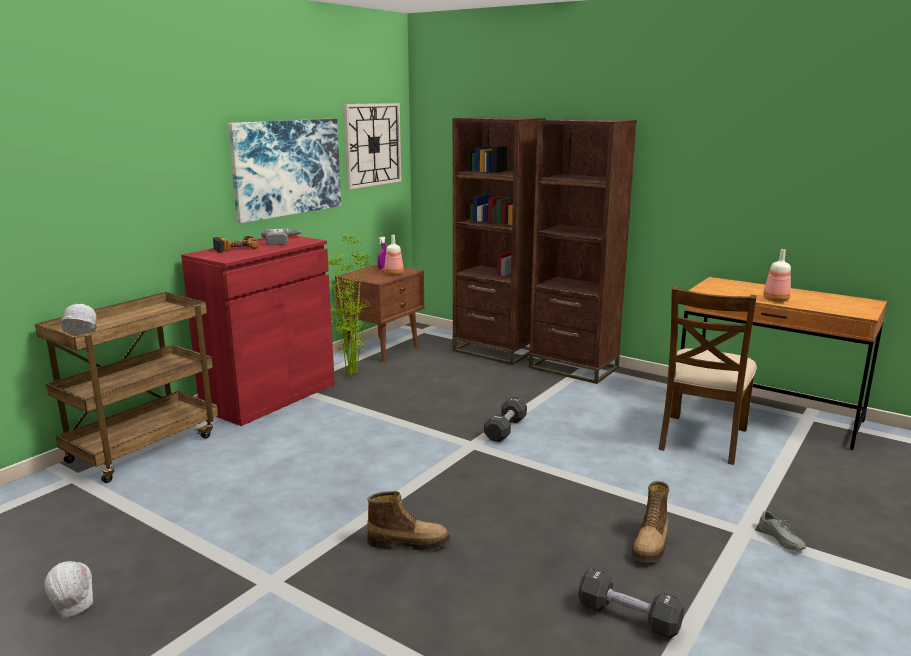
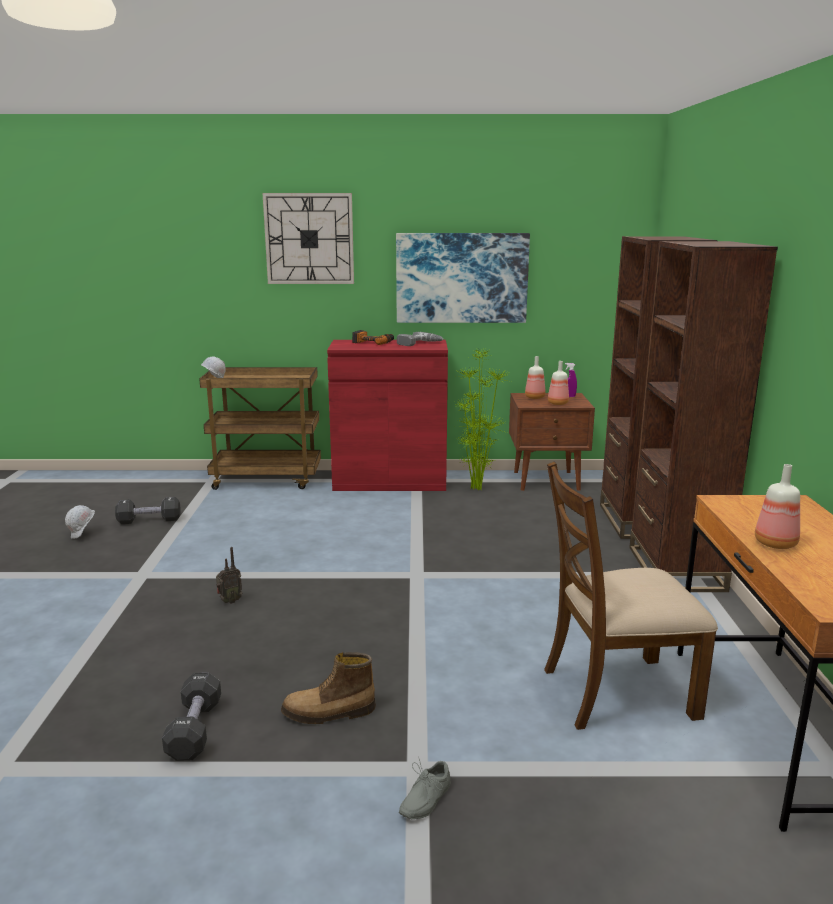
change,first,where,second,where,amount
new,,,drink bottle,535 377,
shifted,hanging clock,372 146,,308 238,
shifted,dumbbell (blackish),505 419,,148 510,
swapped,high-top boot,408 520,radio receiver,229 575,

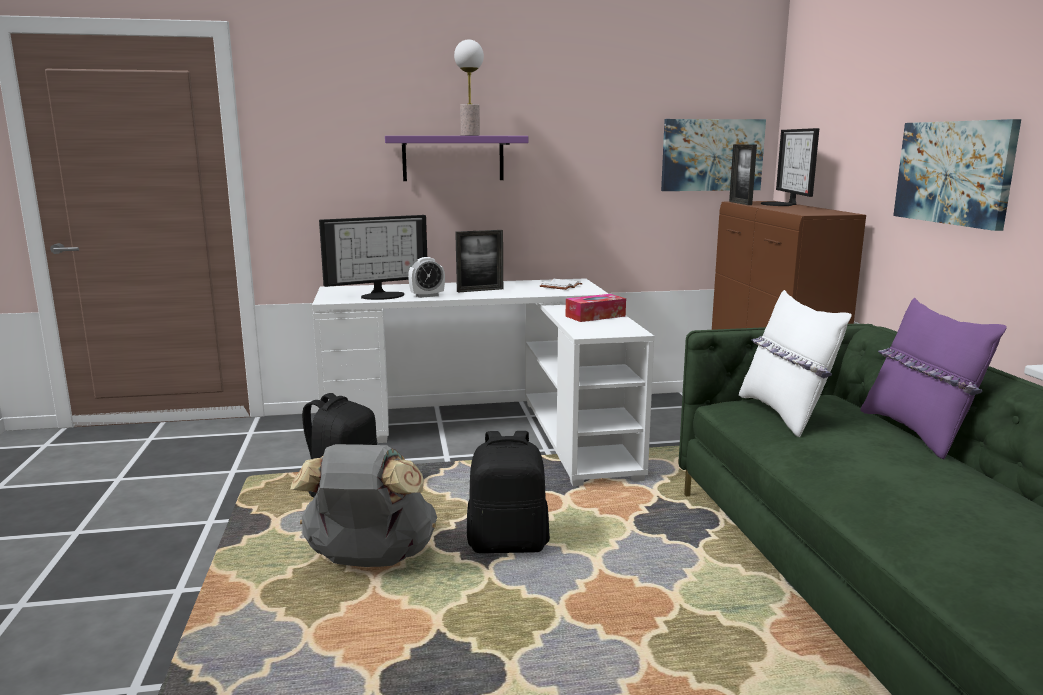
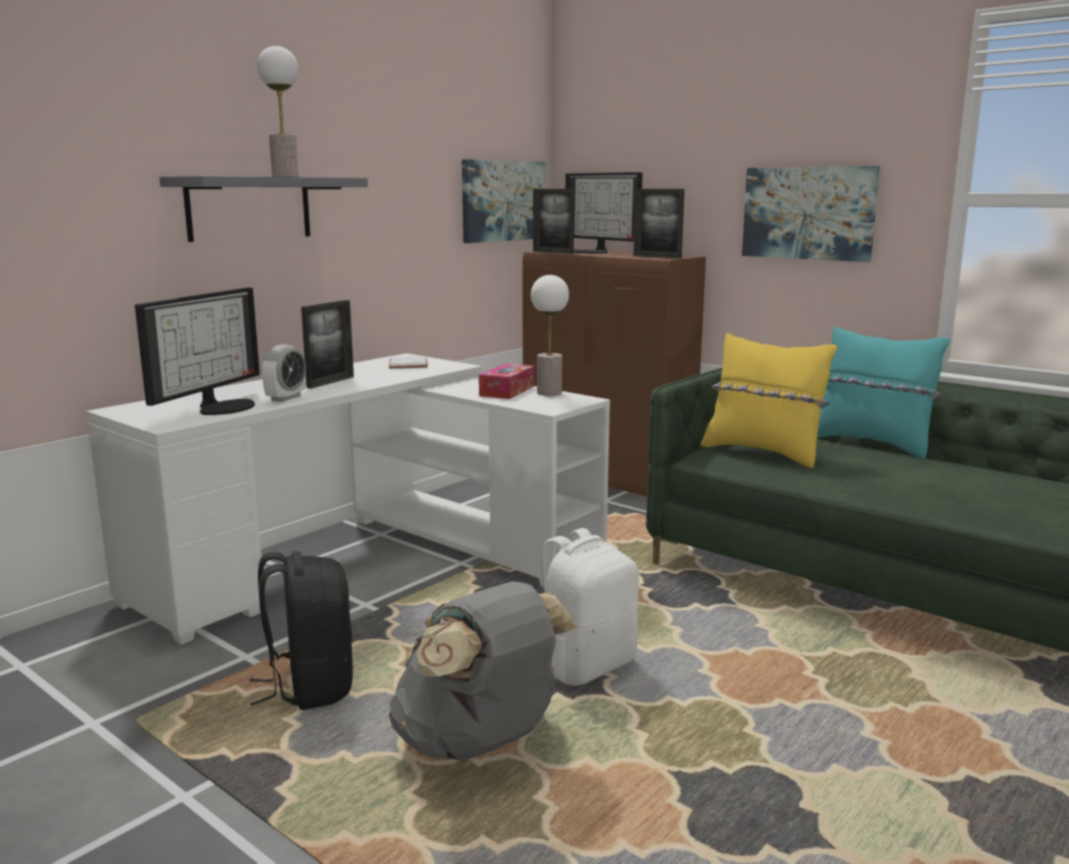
change,first,where,second,where,amount
new,,,lamp for a table,550 335,
new,,,photo frame,659 223,
repainted,bracket shelf (purple),456 158,bracket shelf (greyish),263 209,
repainted,knapsack (blackish),508 492,knapsack (white-coloured),590 607,
repainted,cushion (white-coloured),795 363,cushion (yellowish),769 400,
repainted,cushion (purple),933 379,cushion (turquoise),883 392,

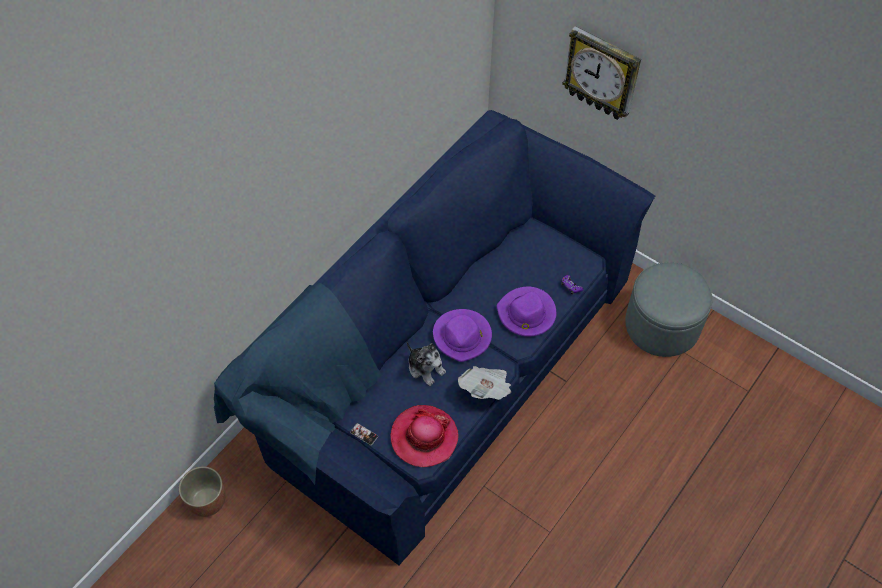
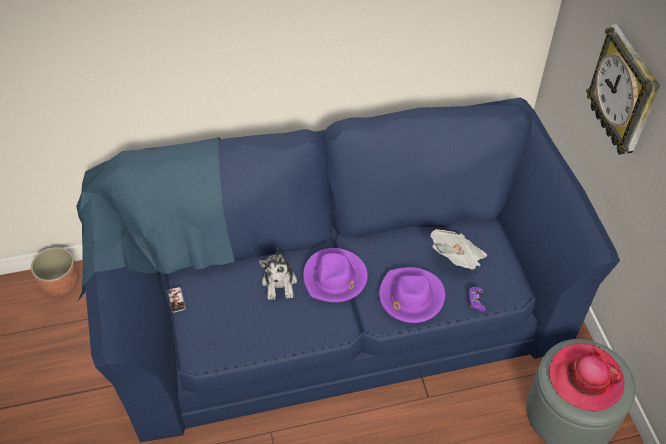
change,first,where,second,where,amount
shifted,wearable hat,424 436,,587 377,
shifted,newspaper,484 383,,458 249,

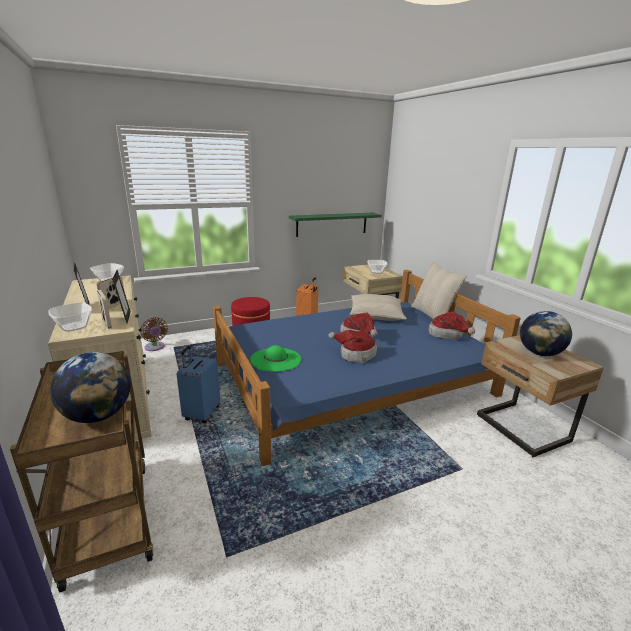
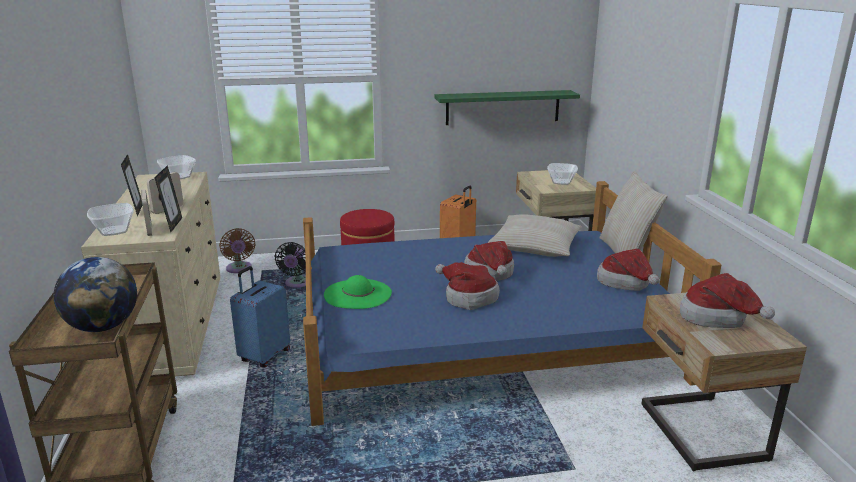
change,first,where,second,where,amount
new,,,cooling fan (blackish),290 265,
swapped,desk globe,546 333,wearable hat,727 300,

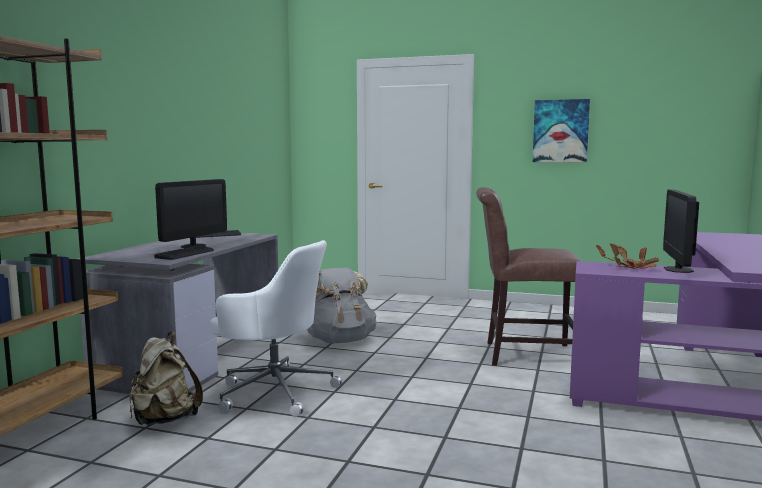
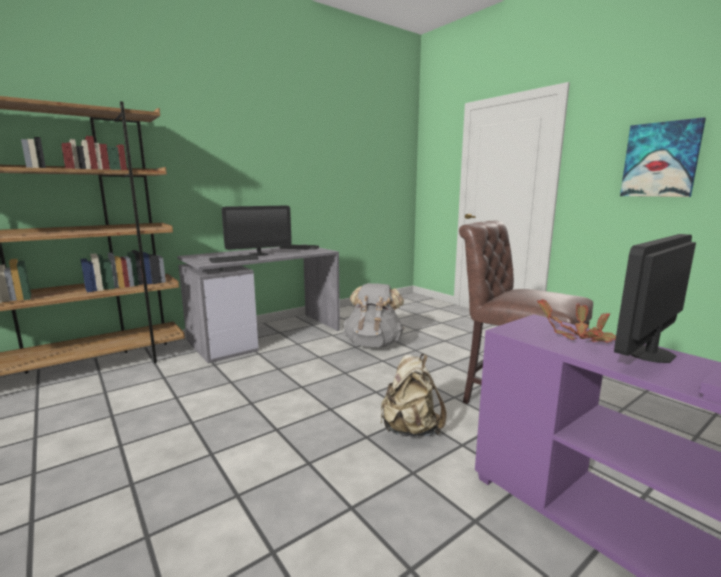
change,first,where,second,where,amount
gone,office chair (white-coloured),276 328,,,
shifted,knapsack (beige-coloured),166 378,,413 395,

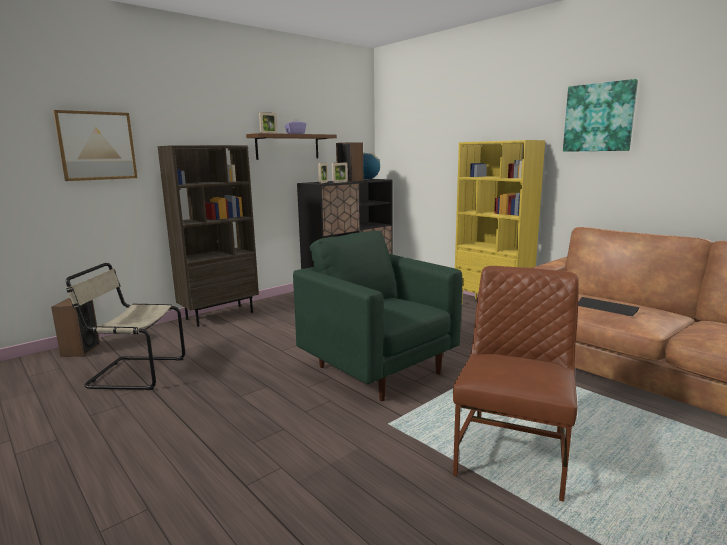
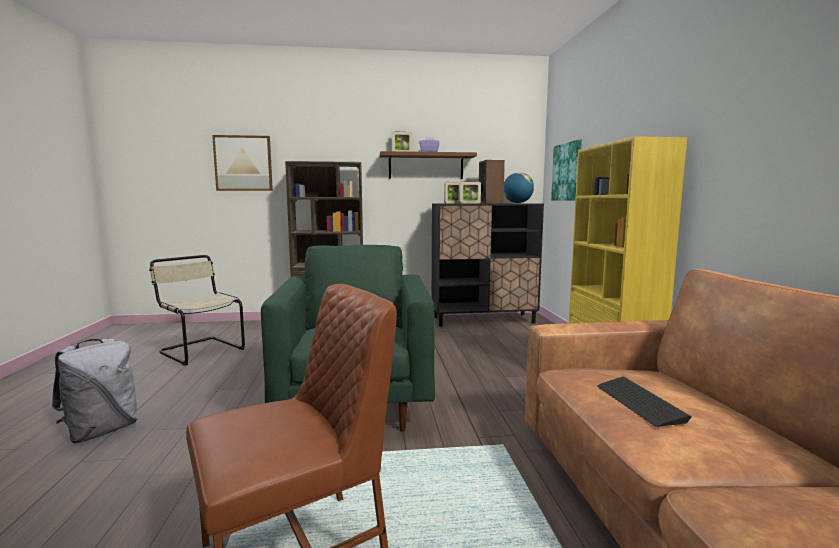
change,first,where,second,where,amount
gone,loudspeaker,75 327,,,
new,,,knapsack (greyish),94 391,
shifted,wall picture,600 115,,566 170,

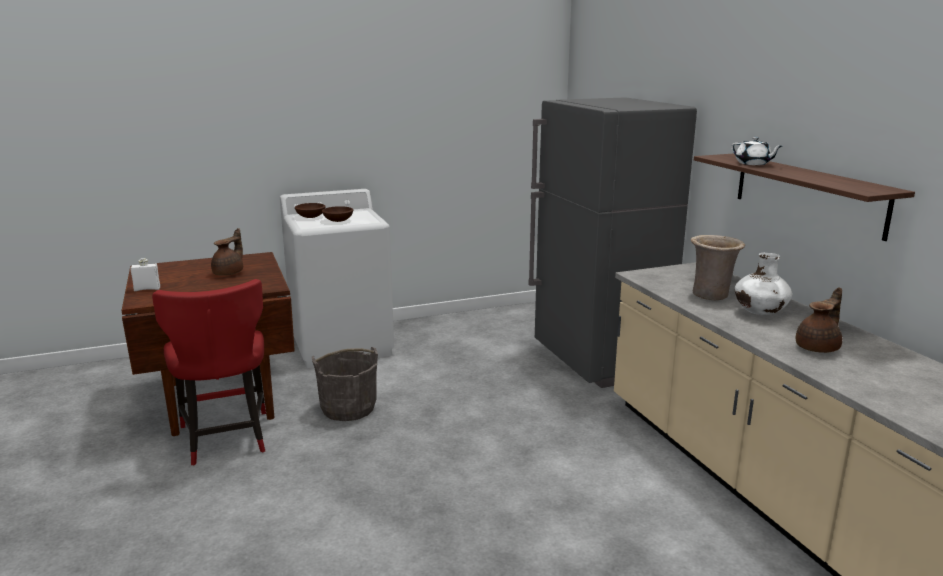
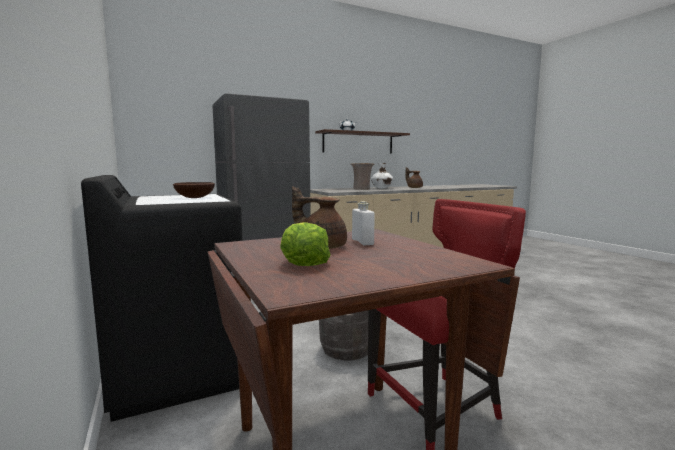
change,first,where,second,where,amount
gone,bowl (brown-coloured),310 210,,,
new,,,lettuce head,305 244,
shifted,drink bottle (white-coloured),145 274,,363 223,
repainted,laundry appliance (white-coloured),337 278,laundry appliance (blackish),162 298,

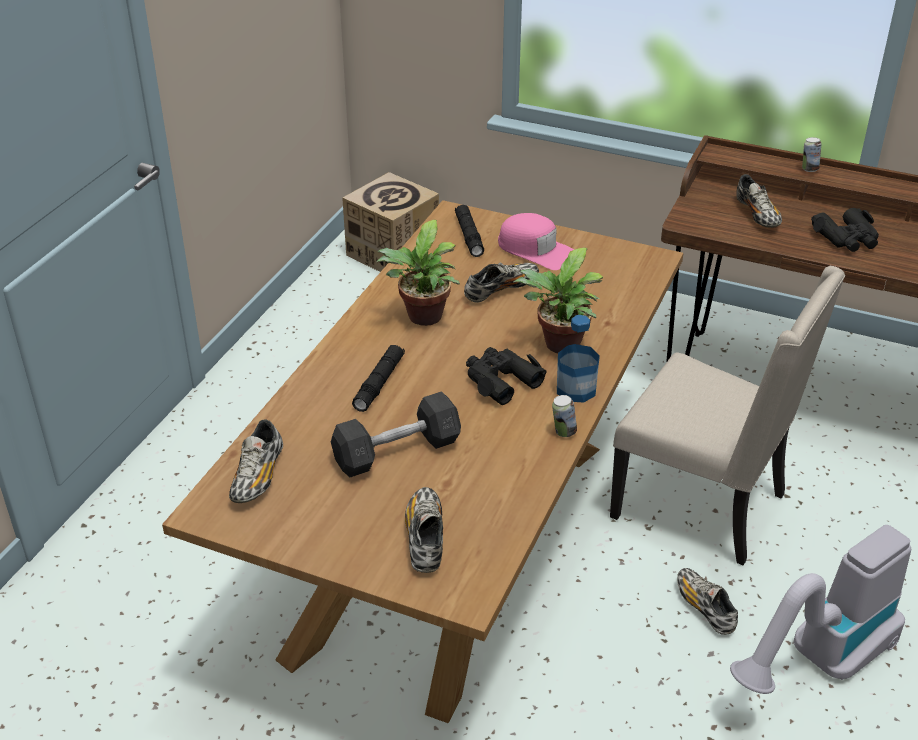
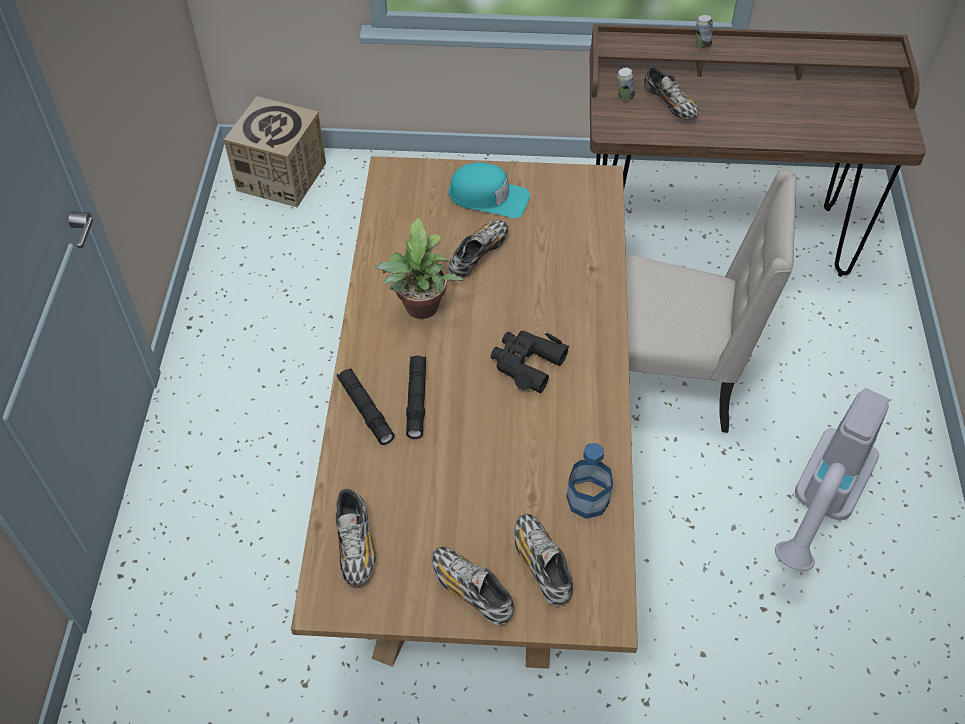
change,first,where,second,where,amount
gone,dumbbell (greyish),396 434,,,
gone,plant in a pot,558 300,,,
gone,pair of binoculars (blackish),845 230,,,
shifted,flashlight (blackish),469 231,,366 406,
shifted,metal can,564 416,,626 84,
shifted,drink bottle,578 359,,589 481,
shifted,low shoe,707 601,,472 586,
repainted,peaked cap (pink),536 241,peaked cap (turquoise),489 190,

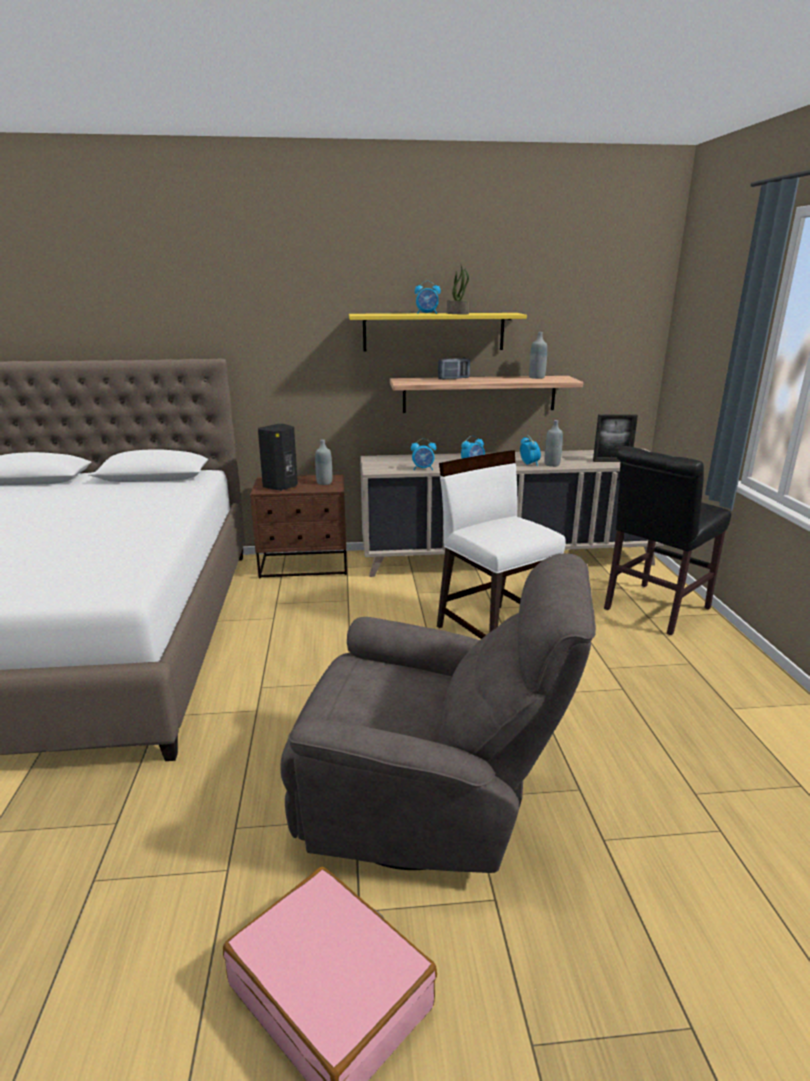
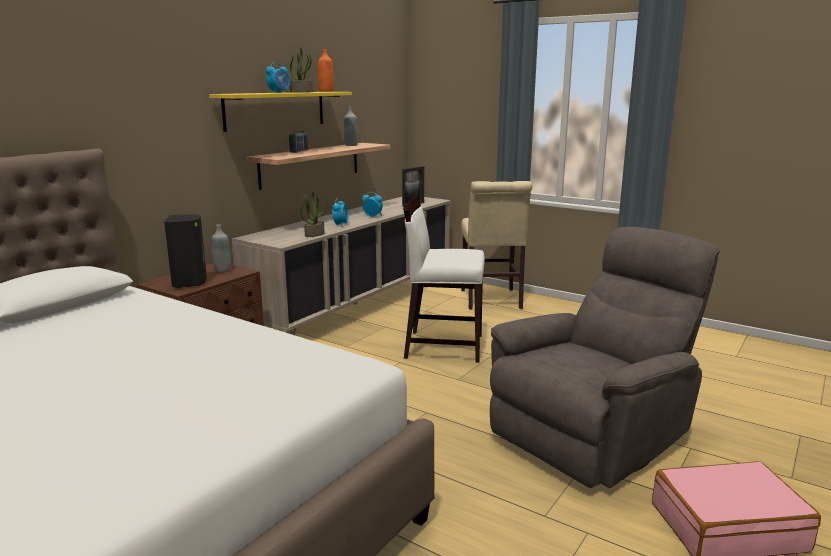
change,first,where,second,where,amount
gone,drink bottle (greyish),553 443,,,
new,,,drink bottle (orangey),326 70,
swapped,bedside clock,423 454,plant in a pot,313 214,
repainted,upright chair (blackish),667 540,upright chair (beige-coloured),496 245,

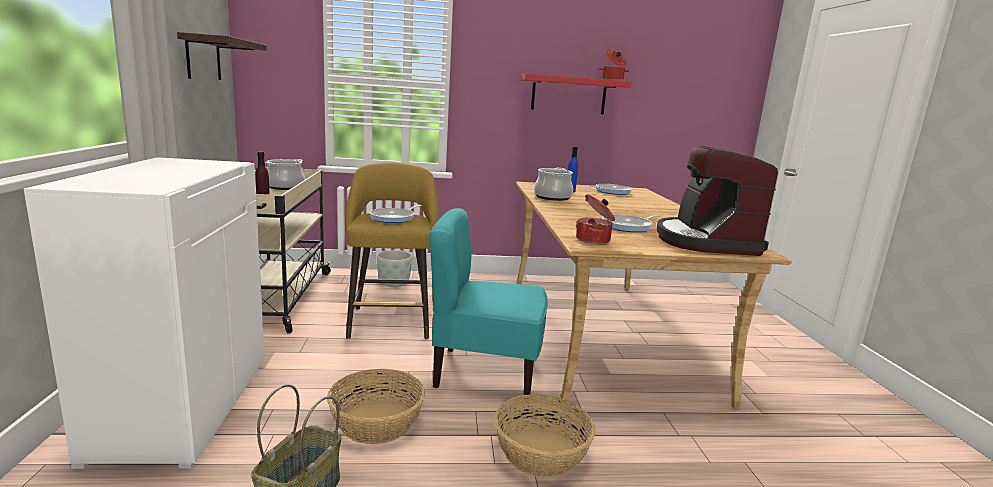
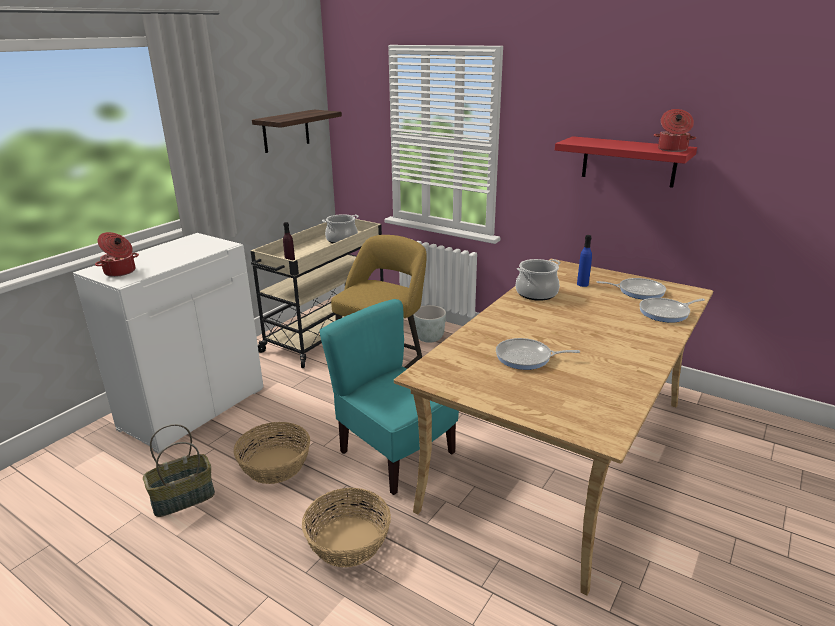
change,first,where,second,where,amount
gone,coffee maker,717 200,,,
shifted,pan,396 214,,672 310,
shifted,saucepot,595 219,,117 254,

